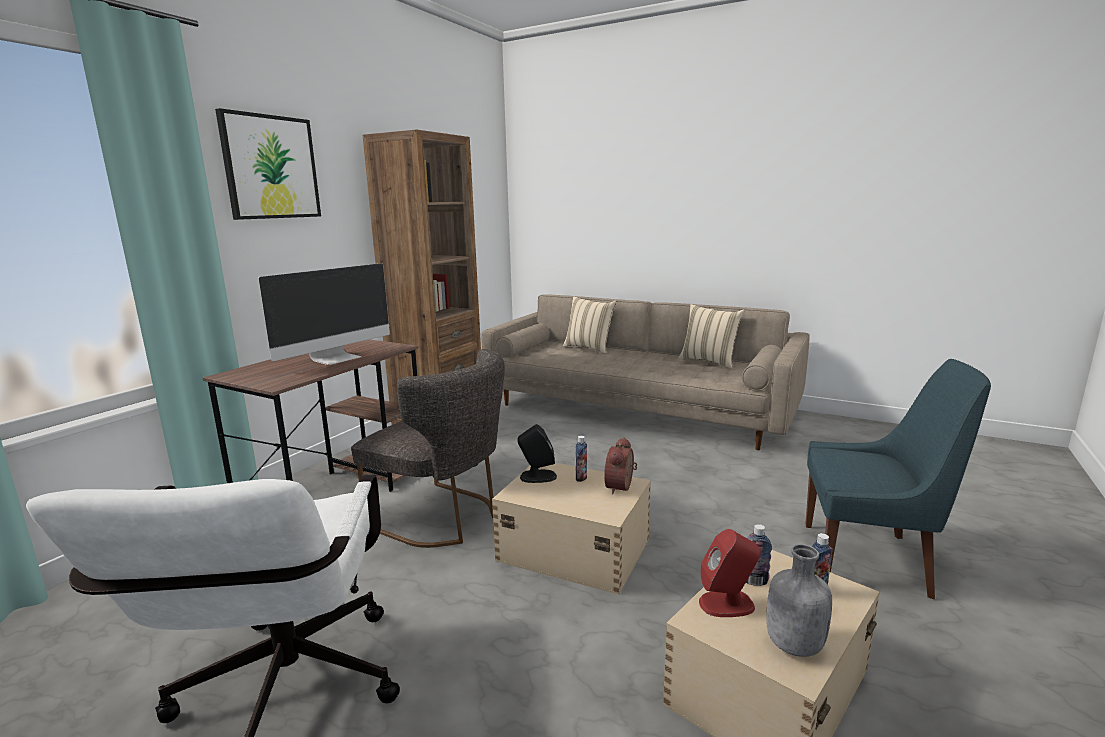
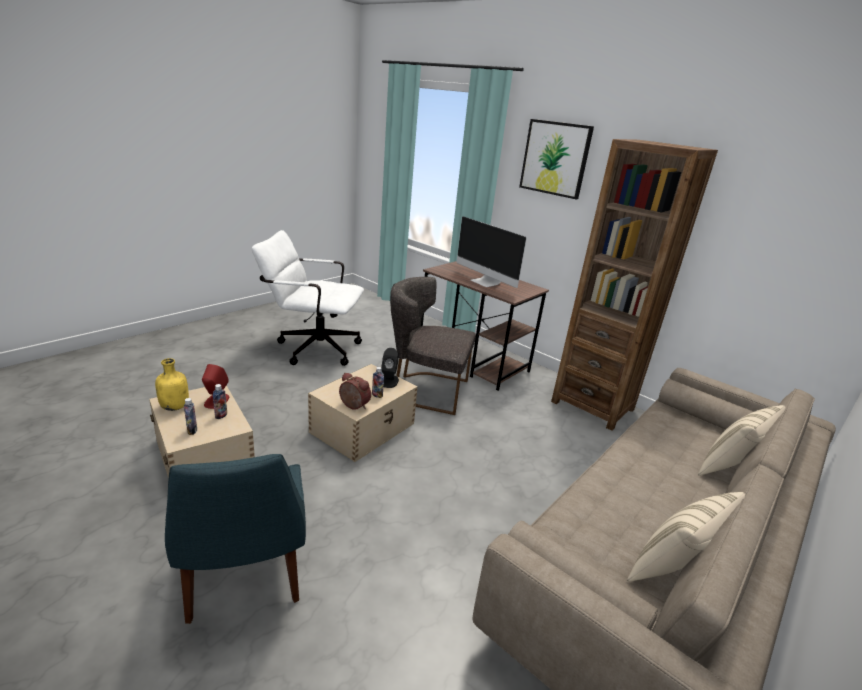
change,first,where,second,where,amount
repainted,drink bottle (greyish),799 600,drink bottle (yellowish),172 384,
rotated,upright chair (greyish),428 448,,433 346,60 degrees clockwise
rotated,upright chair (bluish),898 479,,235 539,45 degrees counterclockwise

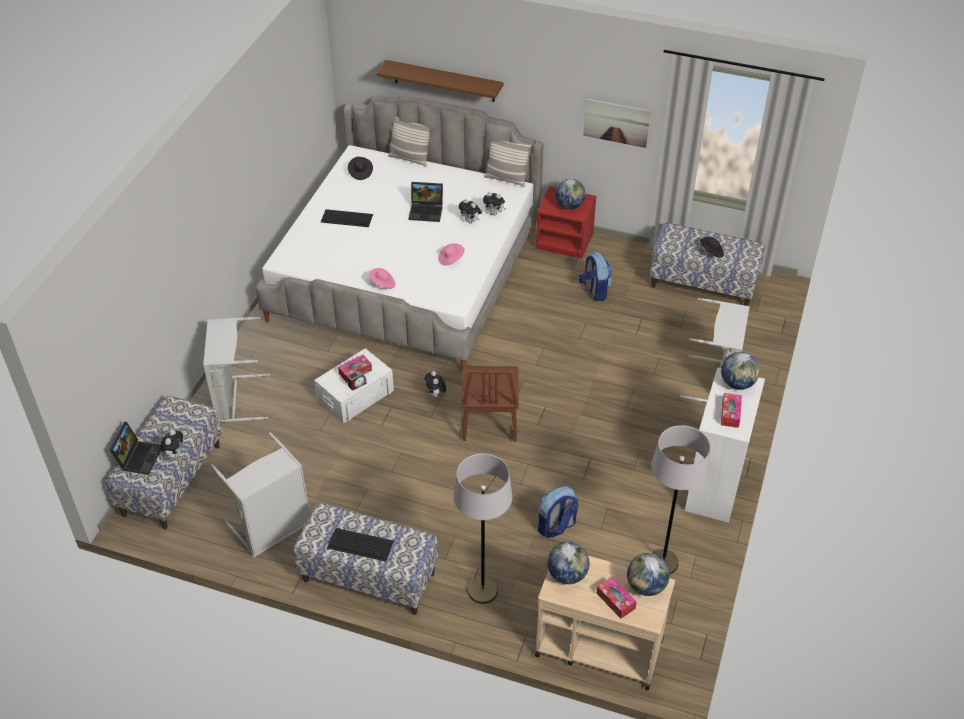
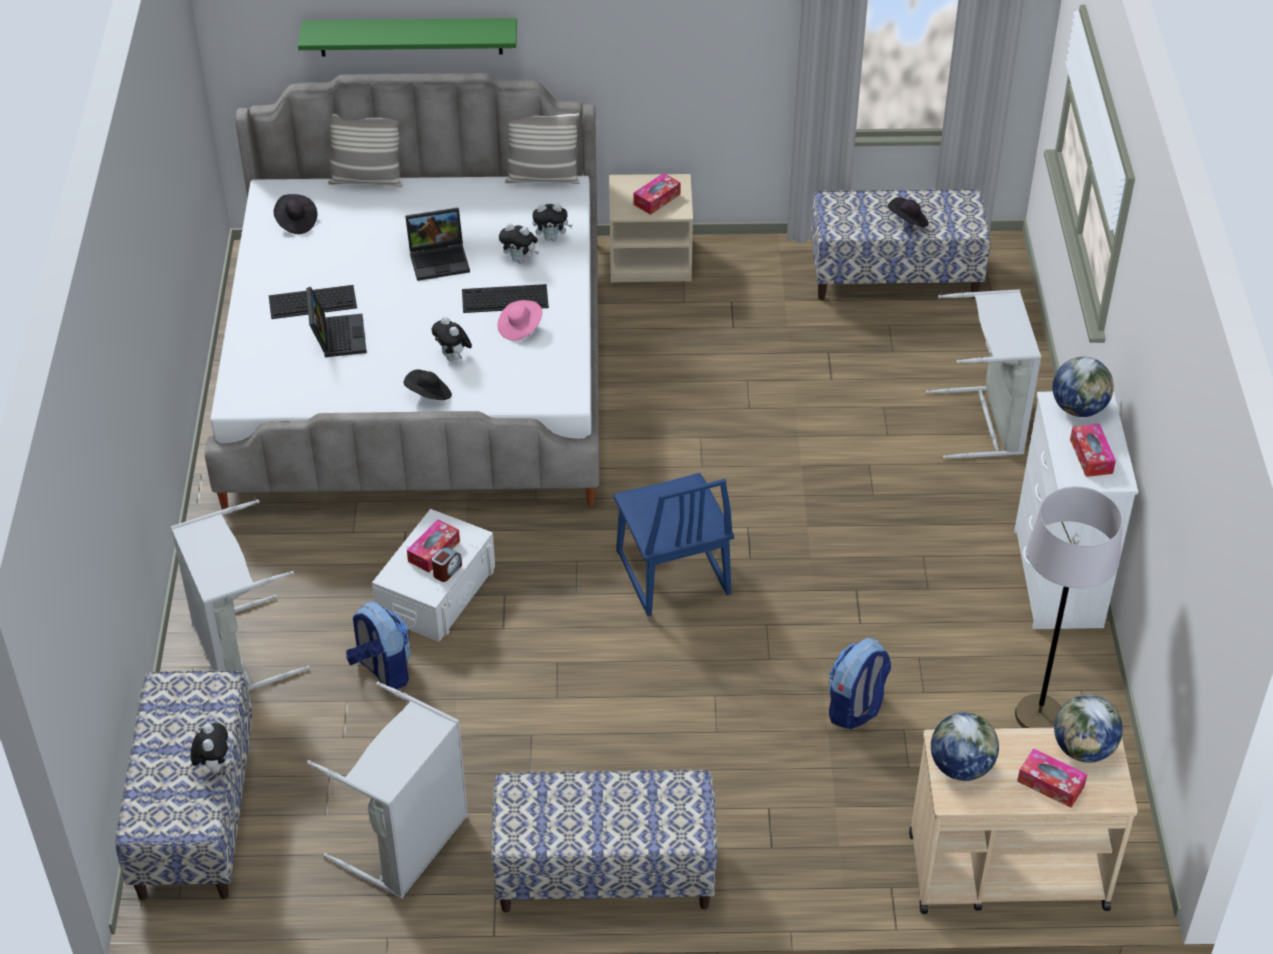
change,first,where,second,where,amount
gone,floor lamp (greyish),482 529,,,
gone,wall picture,616 123,,,
shifted,notebook computer,135 448,,336 322,
shifted,keyboard,360 545,,505 298,
shifted,plush toy,435 384,,452 339,
shifted,knapsack,595 276,,378 645,
swapped,desk globe,570 194,tissue box,657 194,
repainted,wearable hat (pink),381 278,wearable hat (blackish),428 385,
repainted,bracket shelf (brown-coloured),440 81,bracket shelf (green-coloured),407 37,
repainted,upright chair (brown-coloured),490 403,upright chair (bluish),673 544,
repainted,bedside table (red),566 222,bedside table (beige-coloured),651 228,

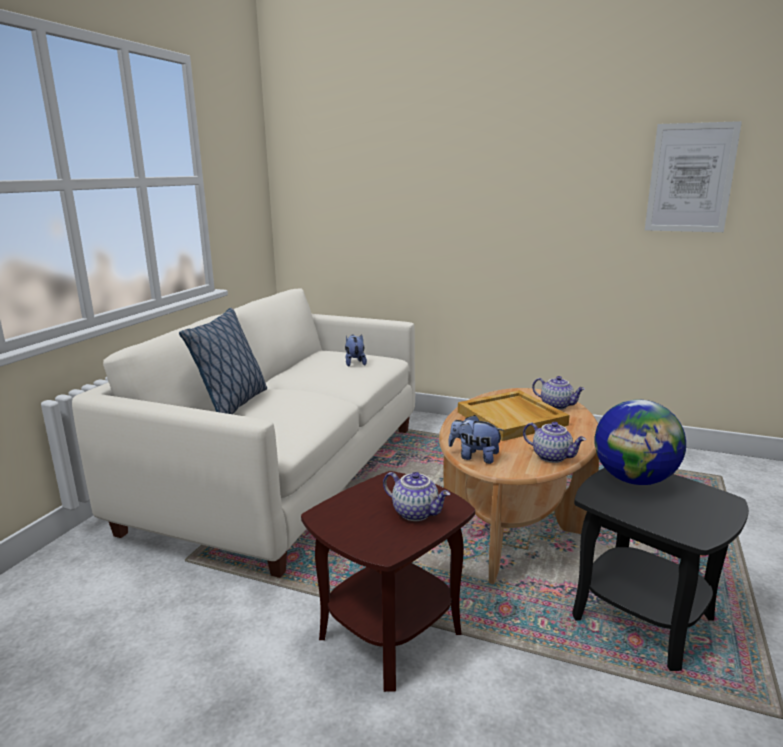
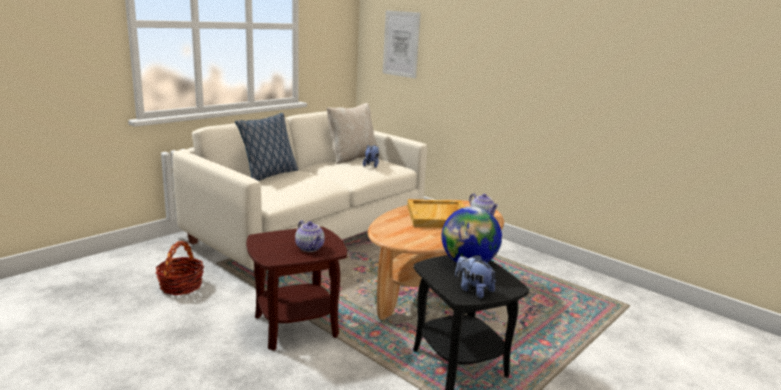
change,first,where,second,where,amount
gone,teapot,554 442,,,
new,,,household basket,180 268,
new,,,cushion (beige-coloured),352 133,
shifted,plush toy,476 439,,476 276,
shifted,wall picture,693 176,,402 44,

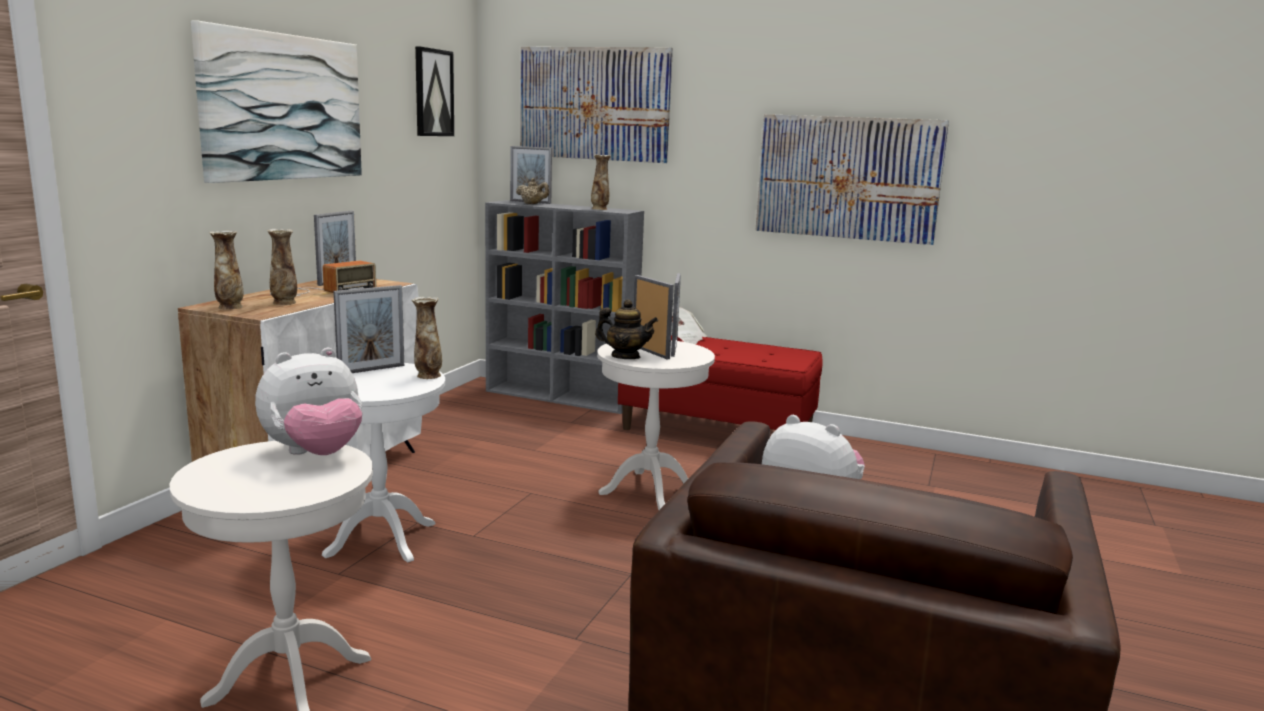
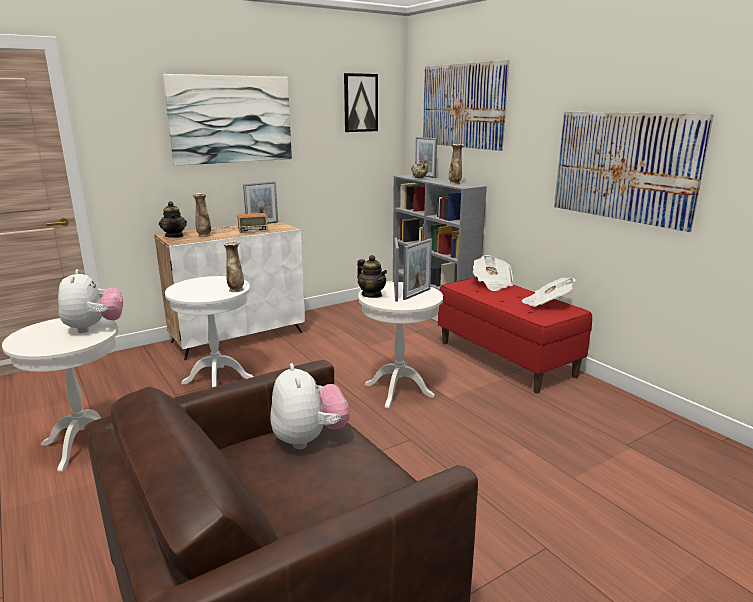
change,first,where,second,where,amount
gone,photo frame,368 329,,,
new,,,newspaper,549 292,
swapped,decorative vase,226 270,teapot,173 219,
rotated,plush toy,308 401,,90 301,105 degrees counterclockwise

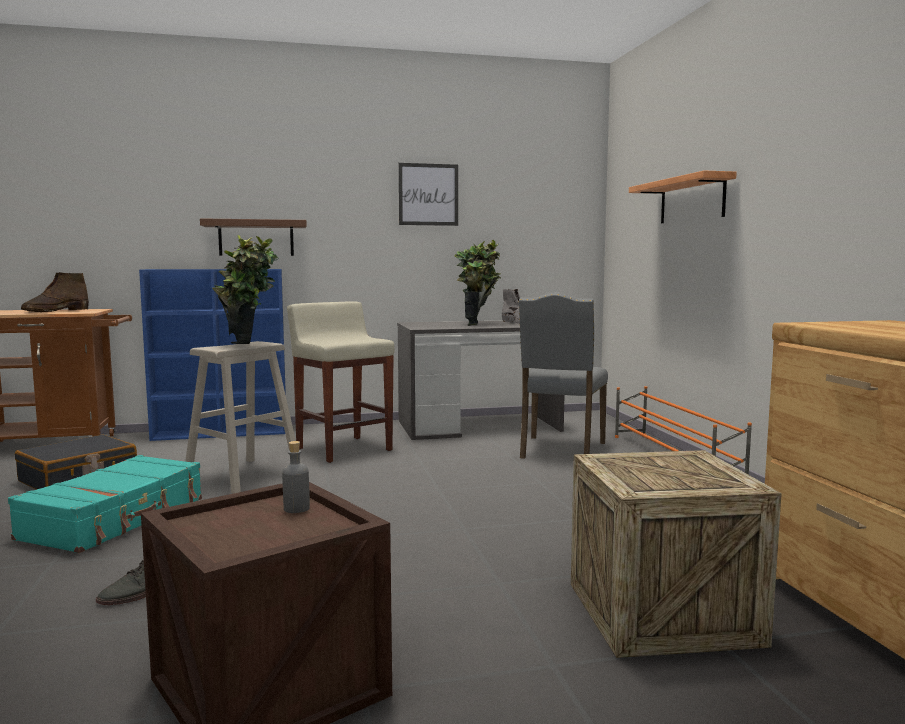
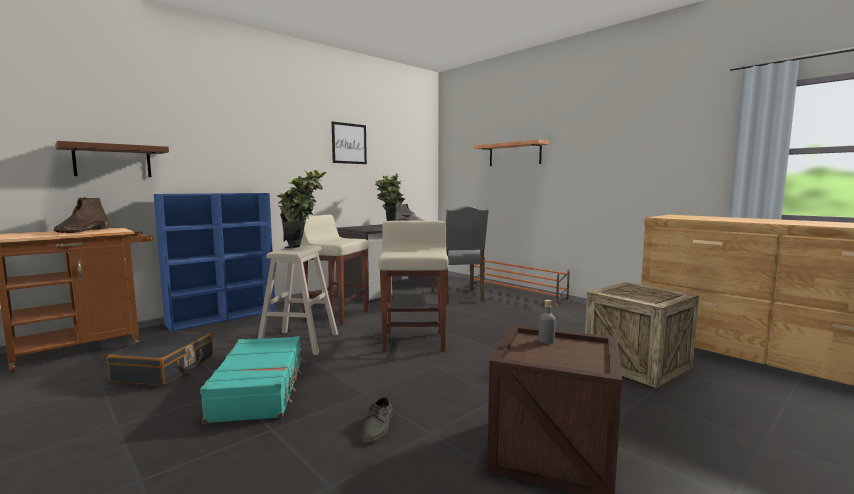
change,first,where,second,where,amount
new,,,stool (beige-coloured),413 286,
shifted,bracket shelf (brown-coloured),253 237,,112 159,

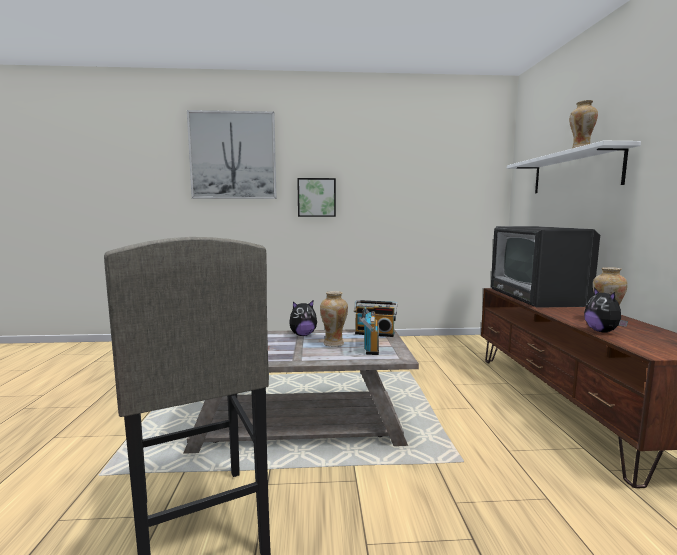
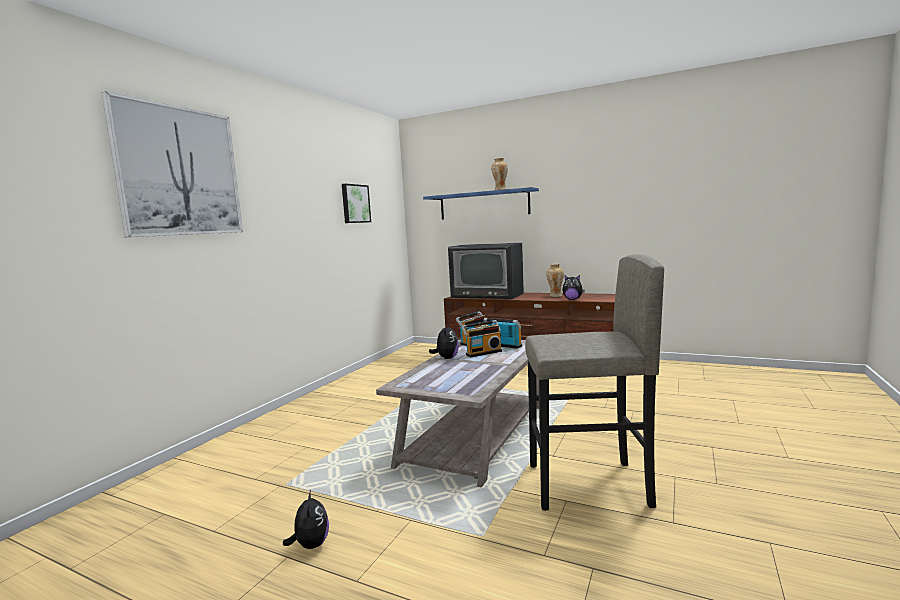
change,first,where,second,where,amount
new,,,plush toy,306 519,
shifted,wall picture,316 197,,356 203,
swapped,decorative vase,334 319,radio receiver,481 338,
repainted,bracket shelf (white-coloured),574 167,bracket shelf (bluish),481 203,

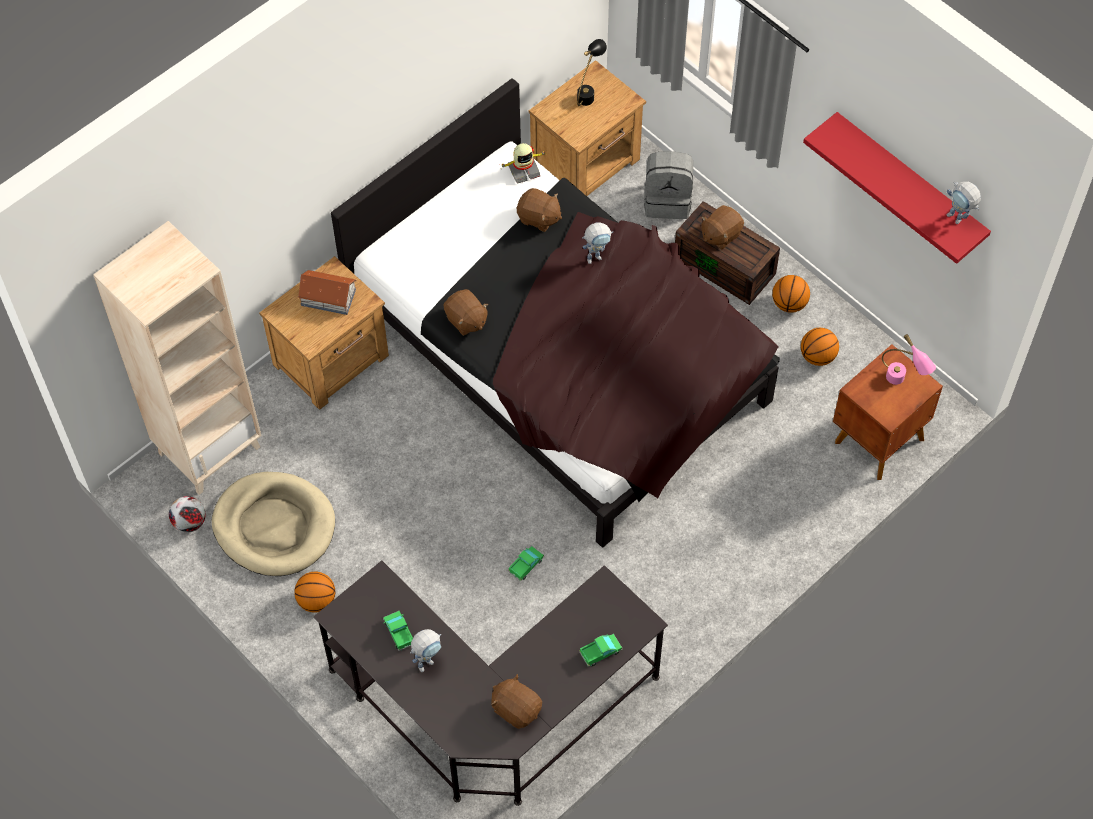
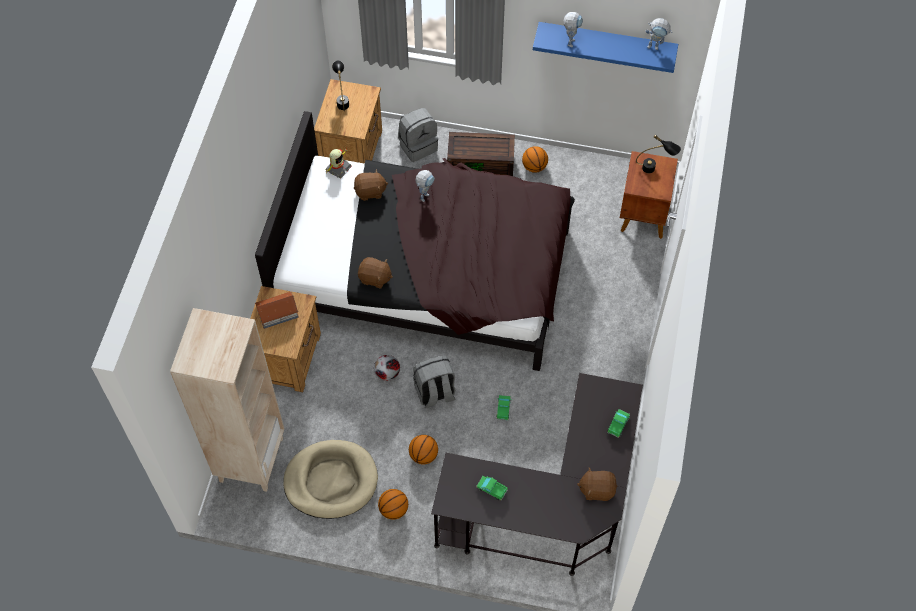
change,first,where,second,where,amount
gone,plush toy (brown-coloured),723 227,,,
new,,,knapsack (greyish),434 382,
shifted,football,187 514,,387 368,
shifted,toy robot,425 650,,573 29,
shifted,basketball ball,820 347,,423 449,
repainted,bracket shelf (red),897 188,bracket shelf (bluish),605 47,
repainted,lamp for a table (pink),909 359,lamp for a table (blackish),658 154,

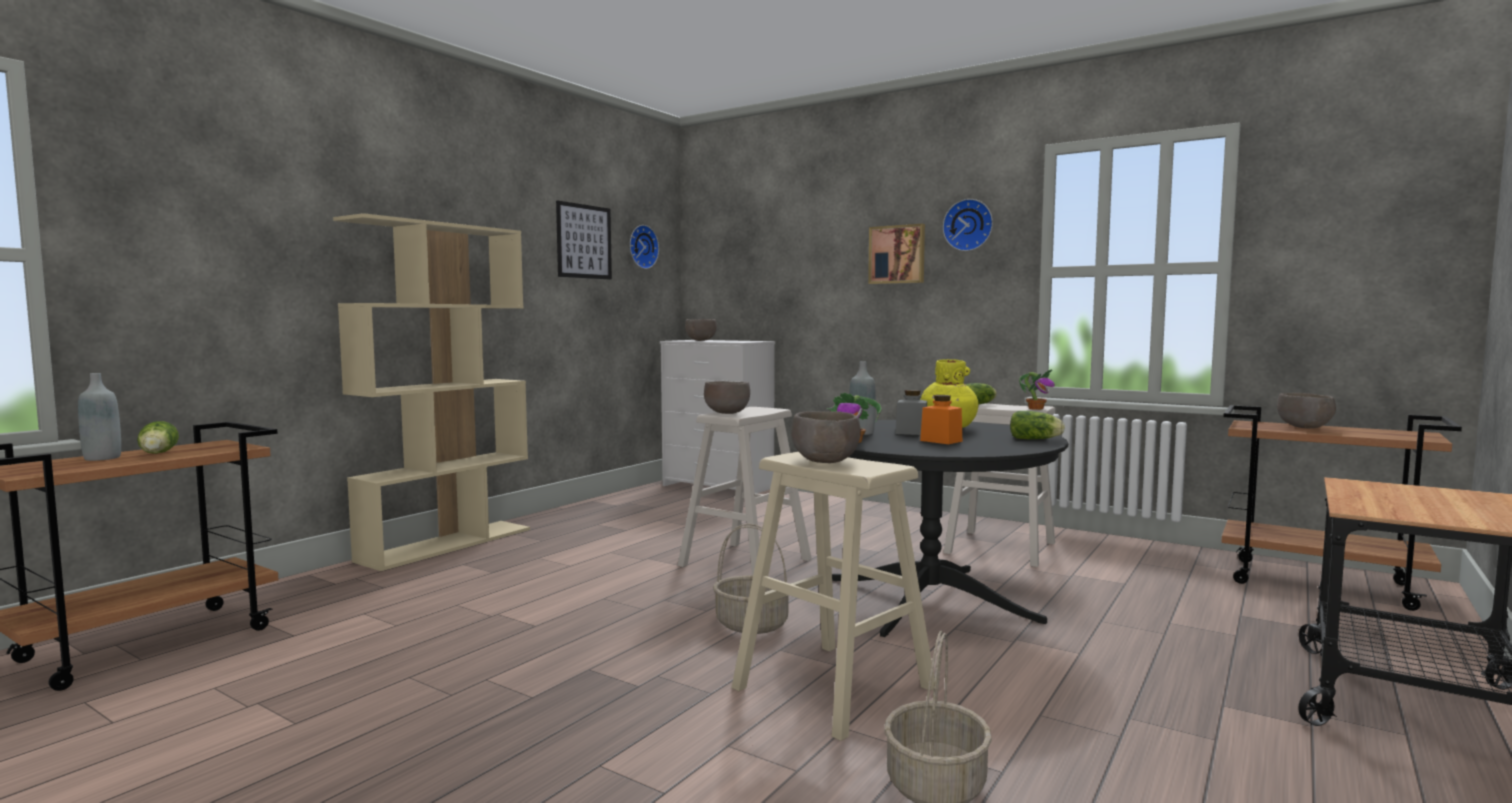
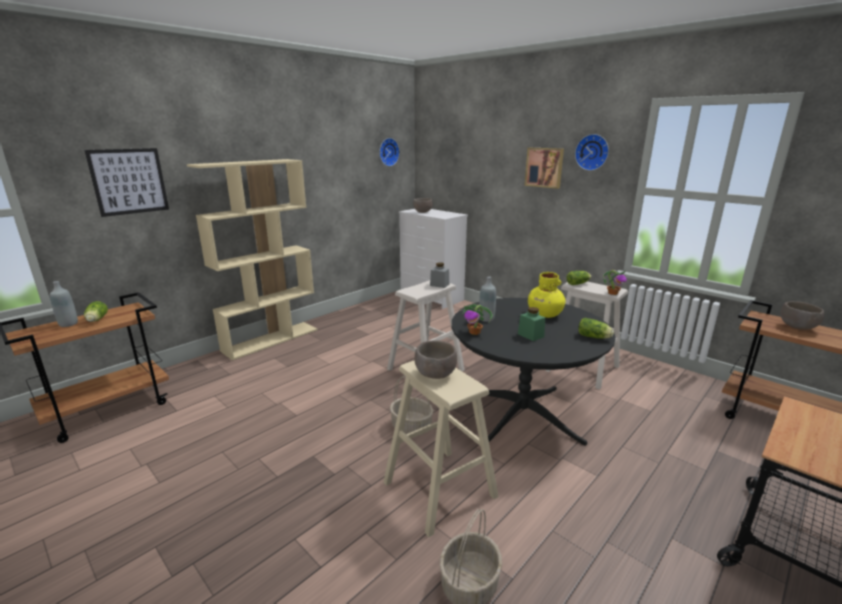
change,first,where,second,where,amount
gone,bowl (brown-coloured),727 397,,,
shifted,wall picture,584 240,,126 182,
shifted,jar (greyish),911 412,,439 275,
repainted,jar (orangey),941 419,jar (green-coloured),531 324,

